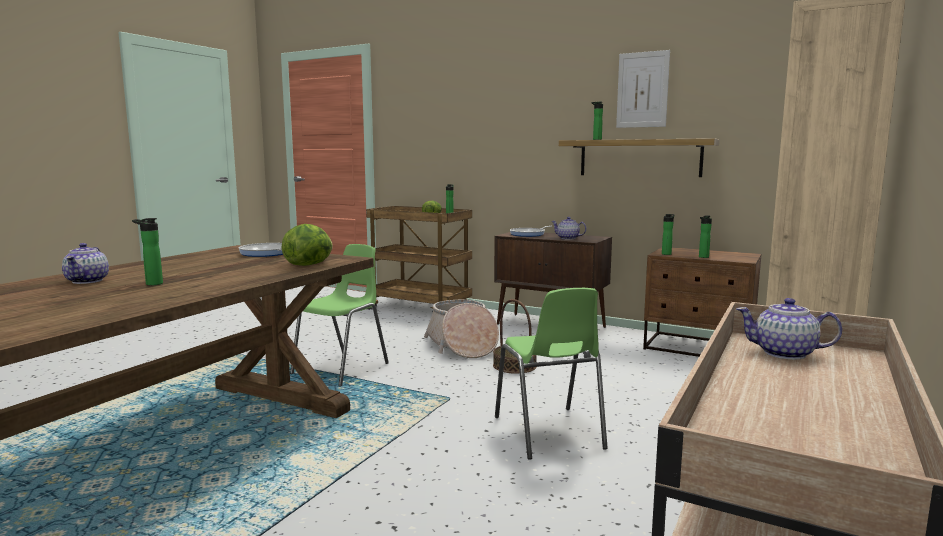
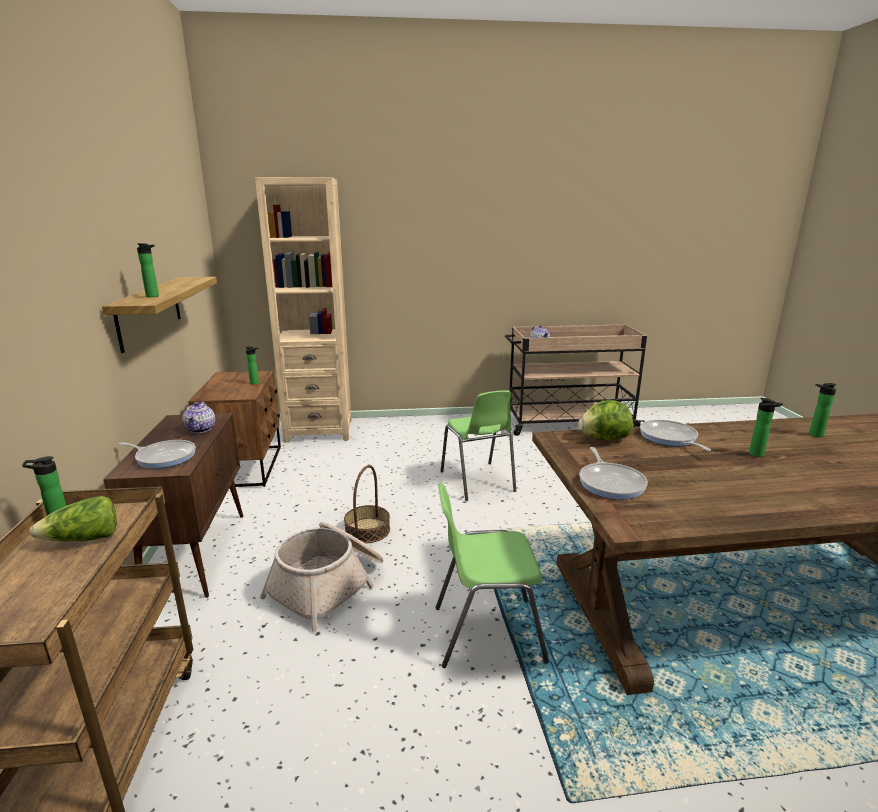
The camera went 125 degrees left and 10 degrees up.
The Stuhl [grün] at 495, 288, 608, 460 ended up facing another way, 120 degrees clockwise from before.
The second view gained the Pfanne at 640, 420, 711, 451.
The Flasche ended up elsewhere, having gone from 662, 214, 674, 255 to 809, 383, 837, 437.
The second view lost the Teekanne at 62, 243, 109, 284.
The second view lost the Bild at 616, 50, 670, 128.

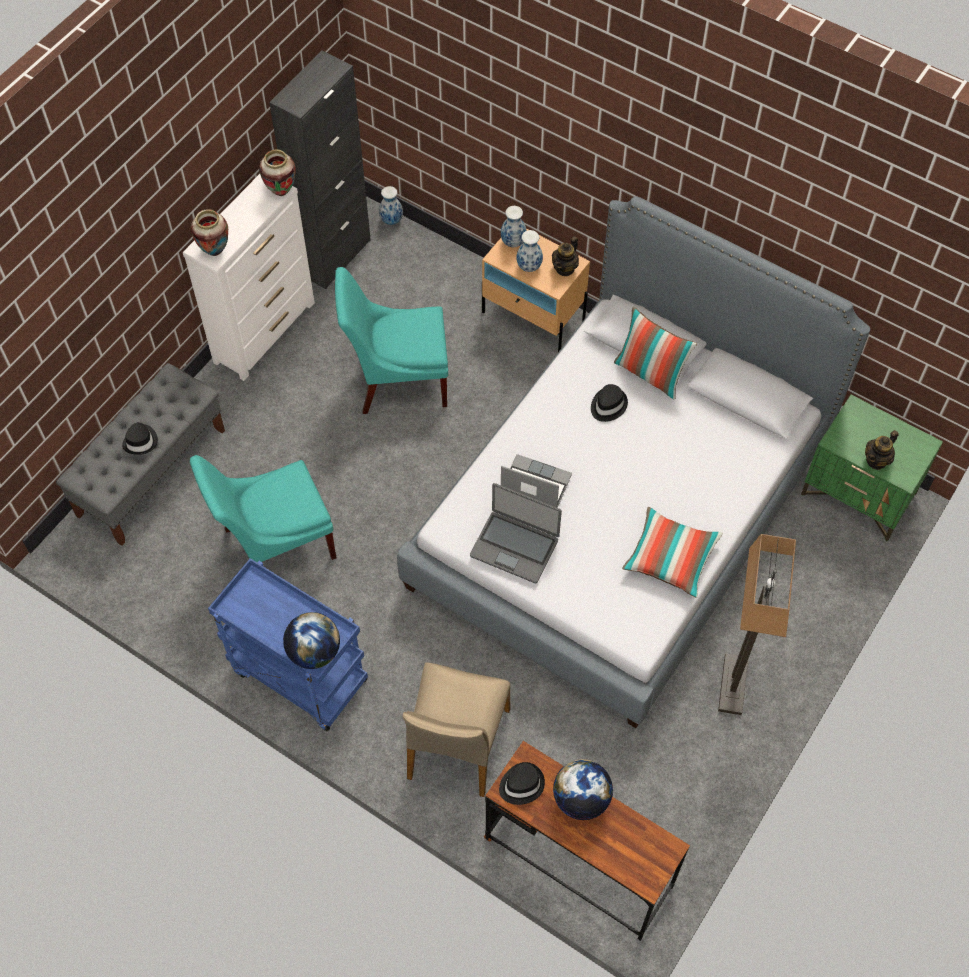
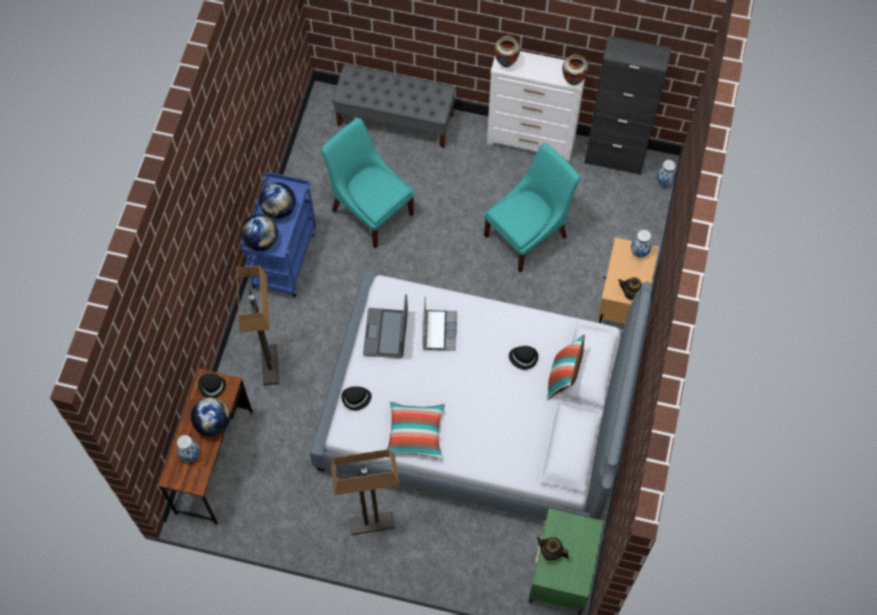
The camera went 70 degrees right and 5 degrees up.
The Vase ended up elsewhere, having gone from 517, 230, 543, 272 to 177, 435, 200, 462.
Where the Stuhl [beige] stood at 403, 663, 511, 797, the Stehlampe came to stand at 236, 265, 280, 386.
The second view gained the Globus at 259, 182, 296, 219.
The Hut [schwarz] ended up elsewhere, having gone from 122, 422, 158, 455 to 341, 387, 372, 411.
The Stuhl [türkis] at 335, 267, 448, 414 ended up facing another way, 75 degrees clockwise from before.

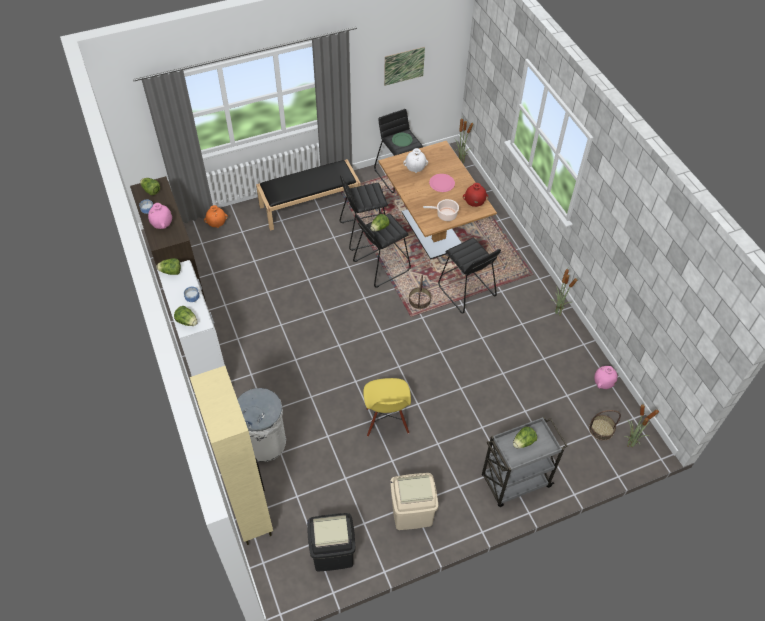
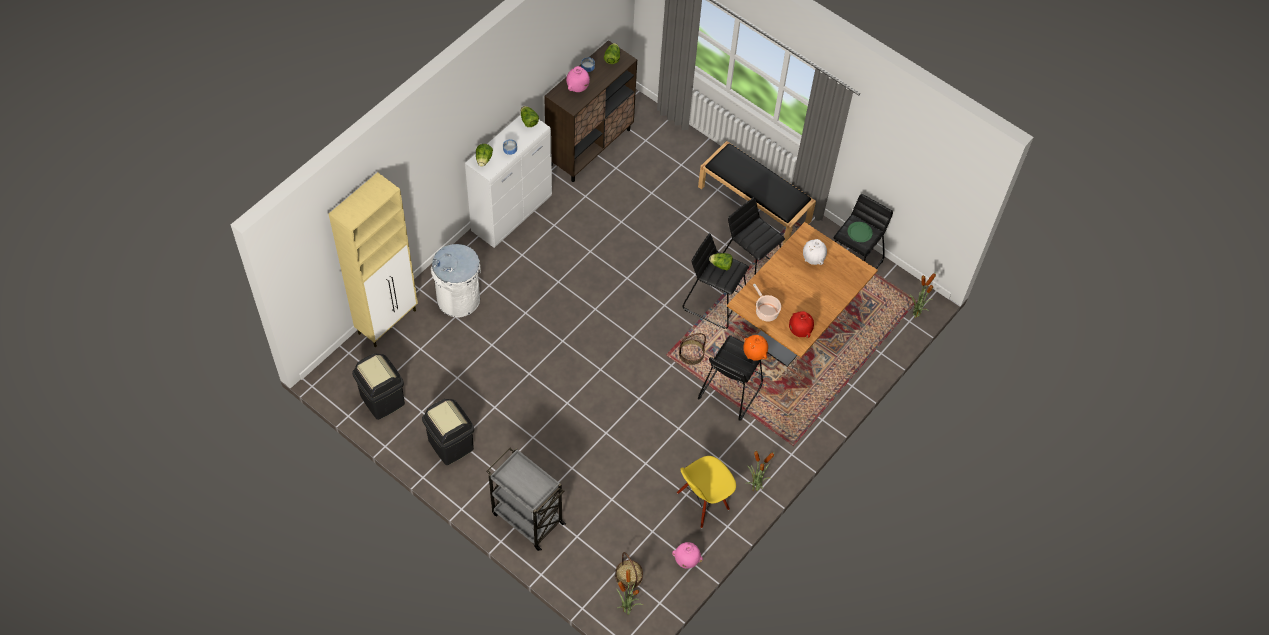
The camera went 60 degrees right and 5 degrees up.
What was the Mülleimer [beige] at 390, 473, 438, 530 turned into the Mülleimer [schwarz] at 422, 399, 474, 465.
The Stuhl [gelb] ended up elsewhere, having gone from 363, 378, 411, 436 to 677, 456, 736, 528.
The Vase [orange] ended up elsewhere, having gone from 204, 205, 228, 228 to 743, 335, 768, 361.
The second view lost the Bild at 384, 47, 425, 86.
The second view lost the Teller [rosa] at 429, 174, 455, 192.
The second view lost the Salatkopf at 513, 427, 537, 448.

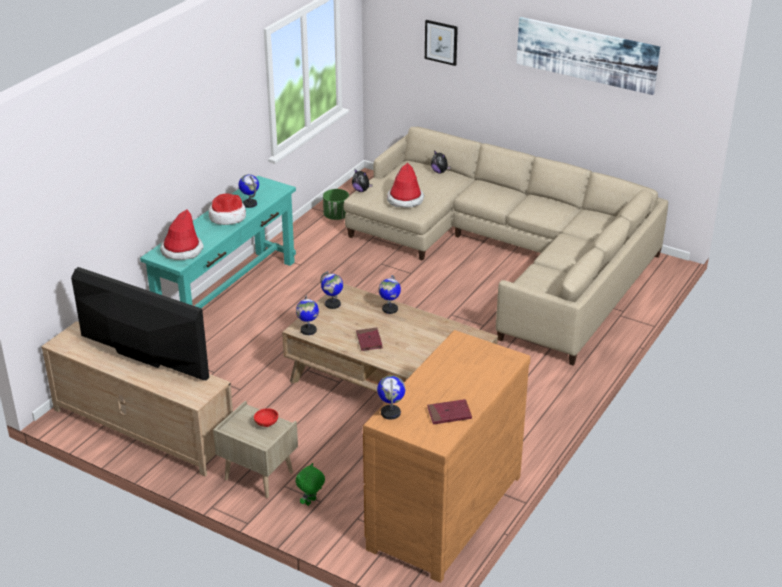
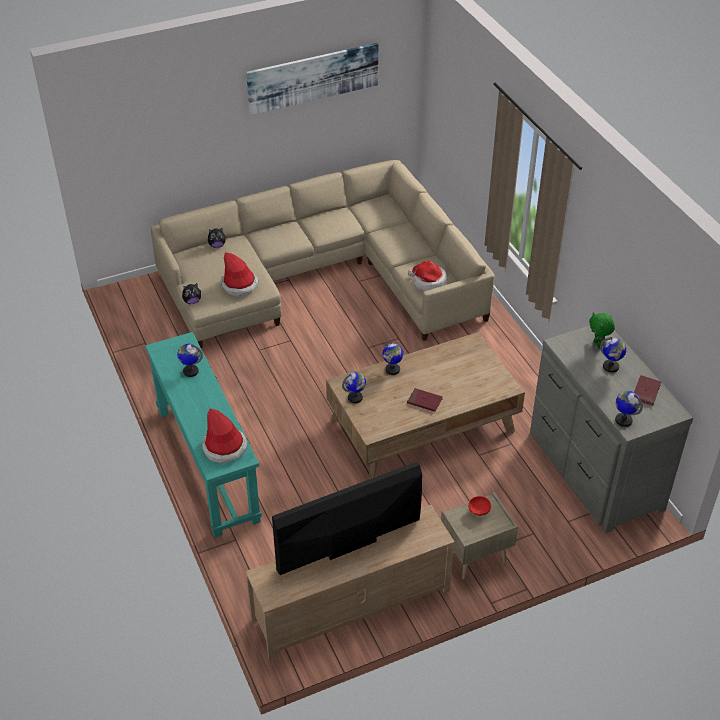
The camera went 55 degrees left and 10 degrees up.
The Hut ended up elsewhere, having gone from 209, 194, 246, 225 to 408, 261, 447, 292.
What was the Kommode [braun] at 363, 330, 531, 583 turned into the Kommode [grau] at 530, 325, 693, 533.
The Plüschtier [grün] ended up elsewhere, having gone from 296, 463, 325, 506 to 589, 312, 615, 348.
The Globus ended up elsewhere, having gone from 296, 295, 319, 335 to 600, 337, 626, 373.
The second view lost the Pflanzkübel [grün] at 323, 189, 349, 220.
The second view lost the Bild at 425, 20, 458, 66.

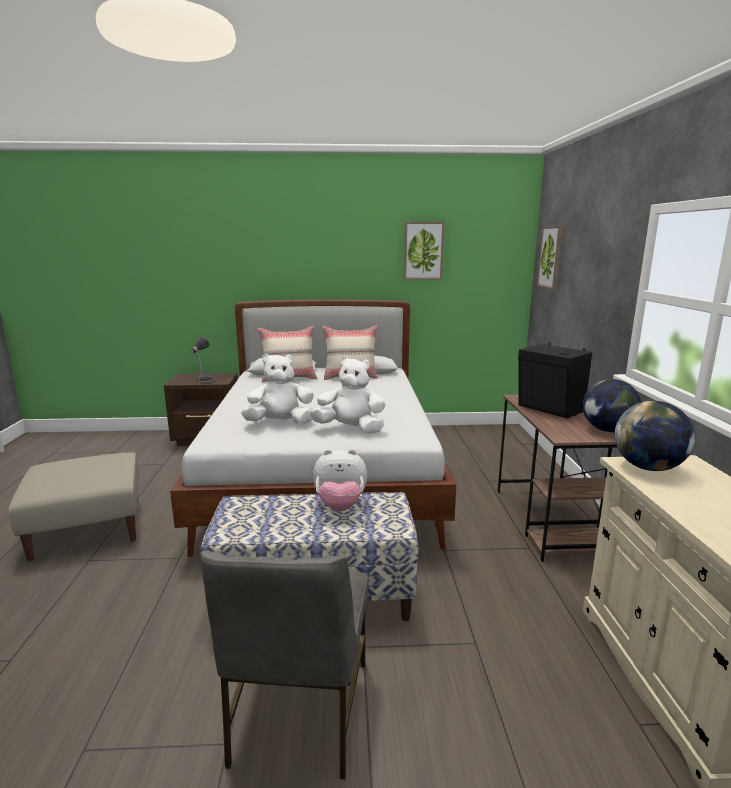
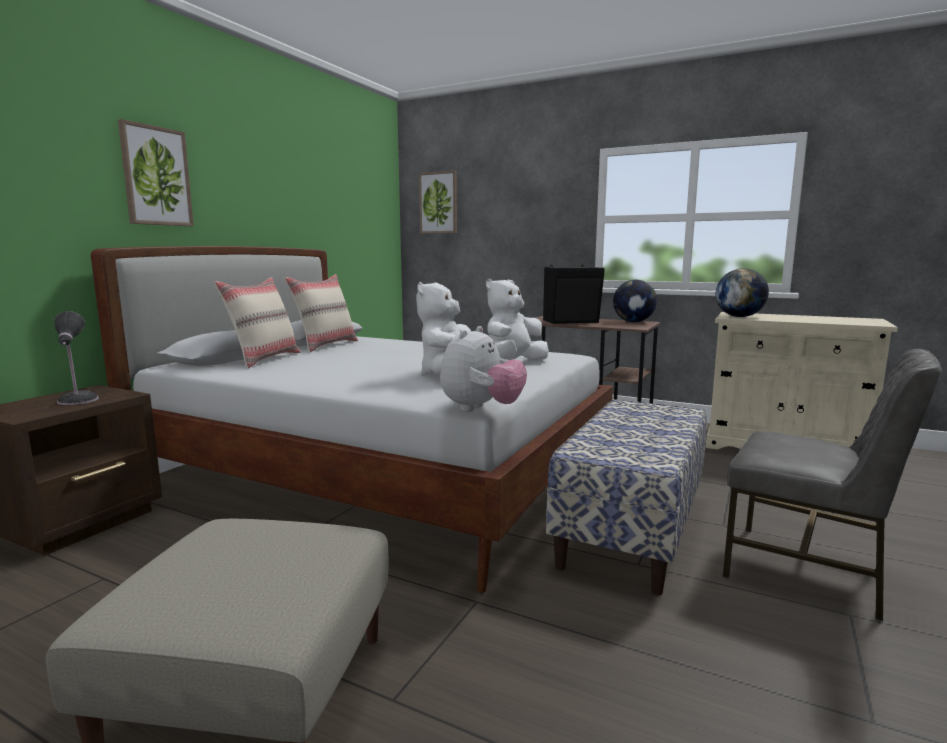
The camera went 60 degrees left and 5 degrees down.
The Bild ended up elsewhere, having gone from 404, 222, 445, 280 to 118, 119, 194, 226.
The Plüschtier ended up elsewhere, having gone from 313, 449, 367, 511 to 440, 326, 527, 412.

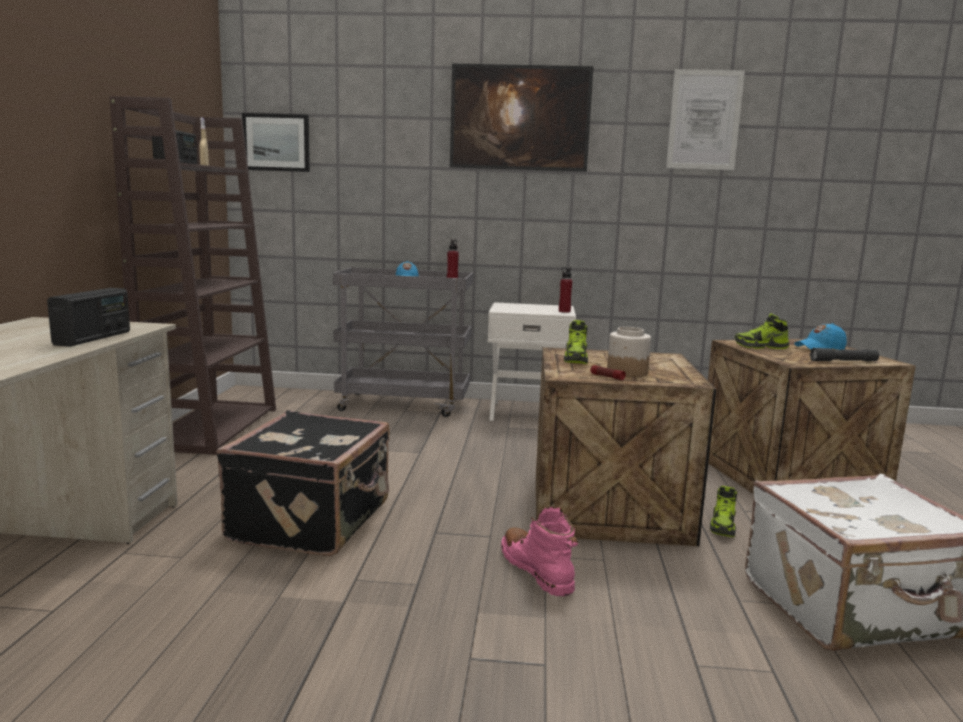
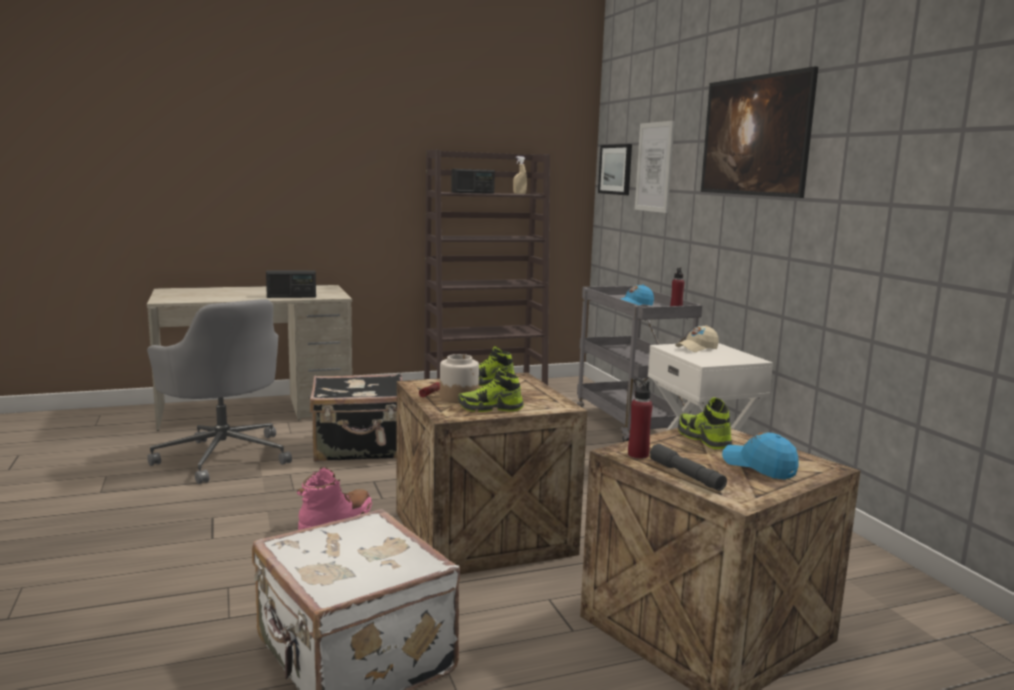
The camera went 65 degrees right and 0 degrees up.
The second view gained the Bürostuhl [grau] at 147, 299, 292, 484.
The Schuh ended up elsewhere, having gone from 710, 486, 737, 537 to 458, 368, 524, 412.
The Flasche [rot] ended up elsewhere, having gone from 559, 267, 572, 313 to 628, 378, 653, 459.
The Bild ended up elsewhere, having gone from 666, 69, 745, 170 to 635, 121, 674, 213.
The second view gained the Kappe [beige] at 675, 325, 719, 352.

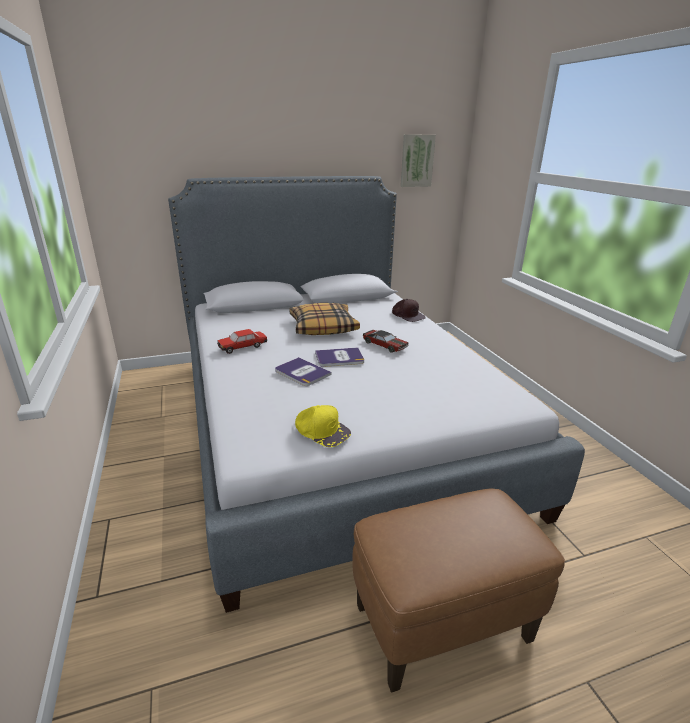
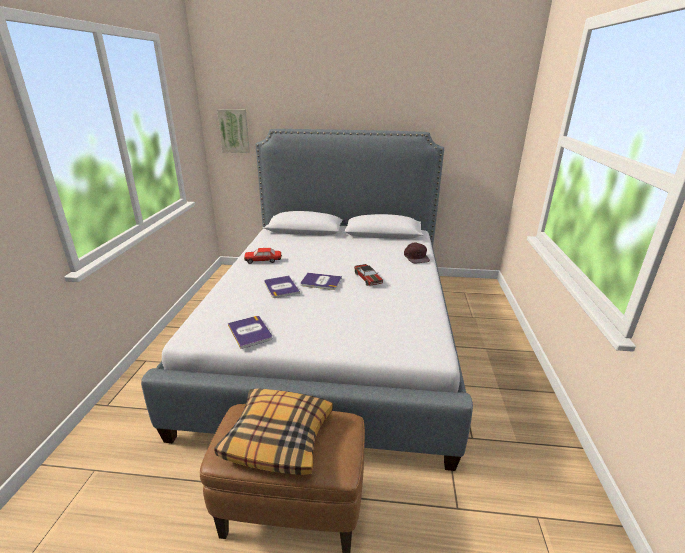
The camera went 25 degrees right and 0 degrees up.
The Kissen ended up elsewhere, having gone from 289, 303, 360, 335 to 214, 388, 333, 475.
The Bild ended up elsewhere, having gone from 400, 134, 436, 187 to 217, 109, 250, 153.
Where the Kappe [gelb] stood at 295, 405, 351, 447, the Buch came to stand at 228, 316, 272, 349.

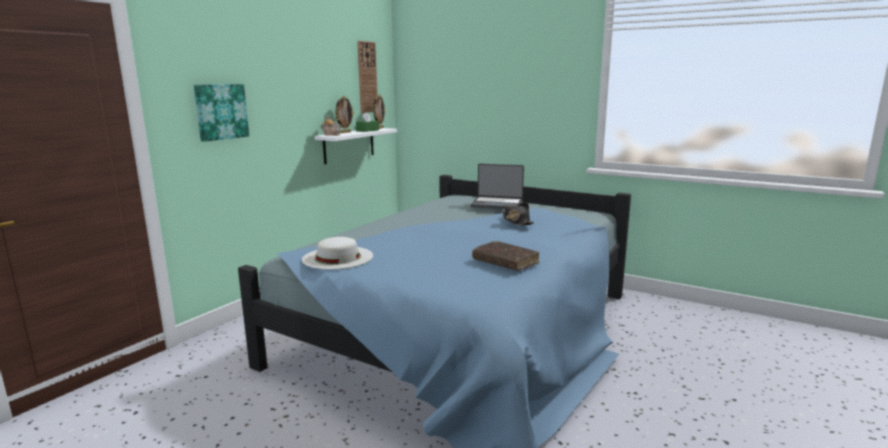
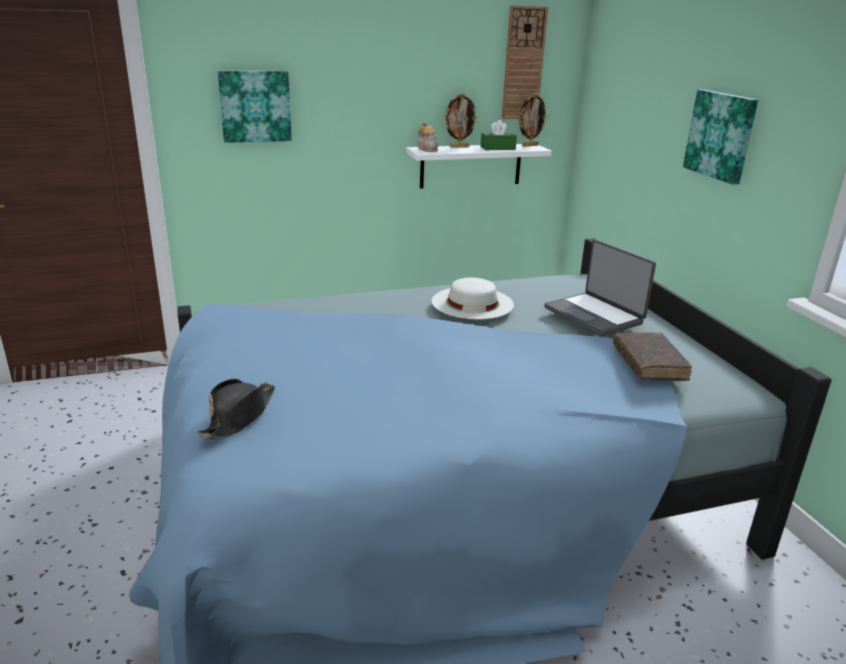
The camera went 40 degrees right and 10 degrees up.
The Hut [schwarz] ended up elsewhere, having gone from 502, 202, 534, 225 to 197, 379, 275, 439.
The Hut [weiß] ended up elsewhere, having gone from 302, 237, 373, 269 to 432, 277, 514, 319.
The Buch [braun] ended up elsewhere, having gone from 472, 241, 540, 271 to 613, 332, 692, 381.
The second view gained the Bild at 683, 90, 758, 184.

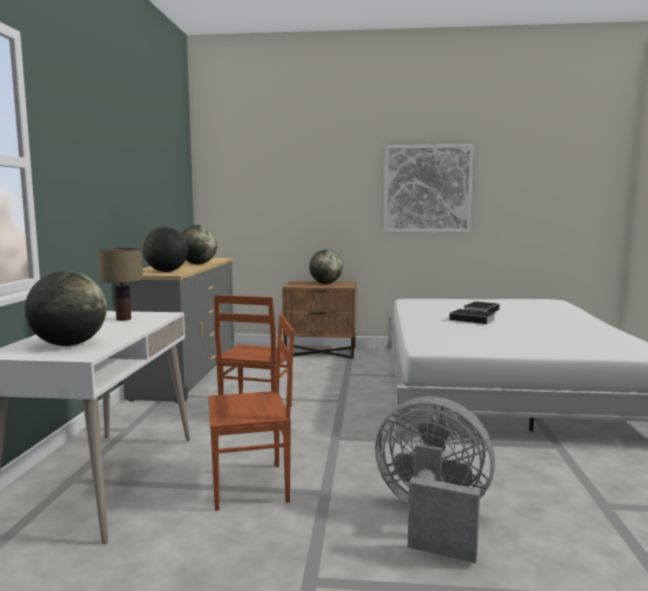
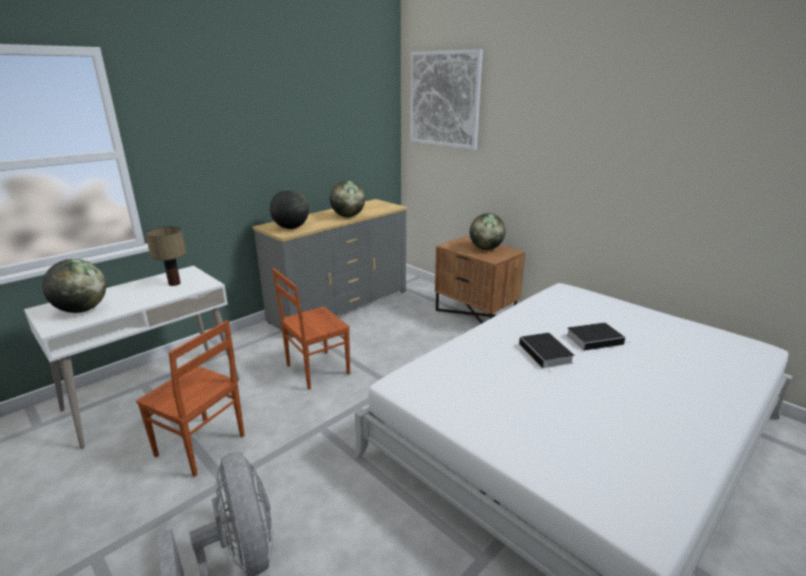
The camera went 40 degrees right and 15 degrees up.
The Bild ended up elsewhere, having gone from 384, 144, 474, 233 to 410, 49, 483, 150.

